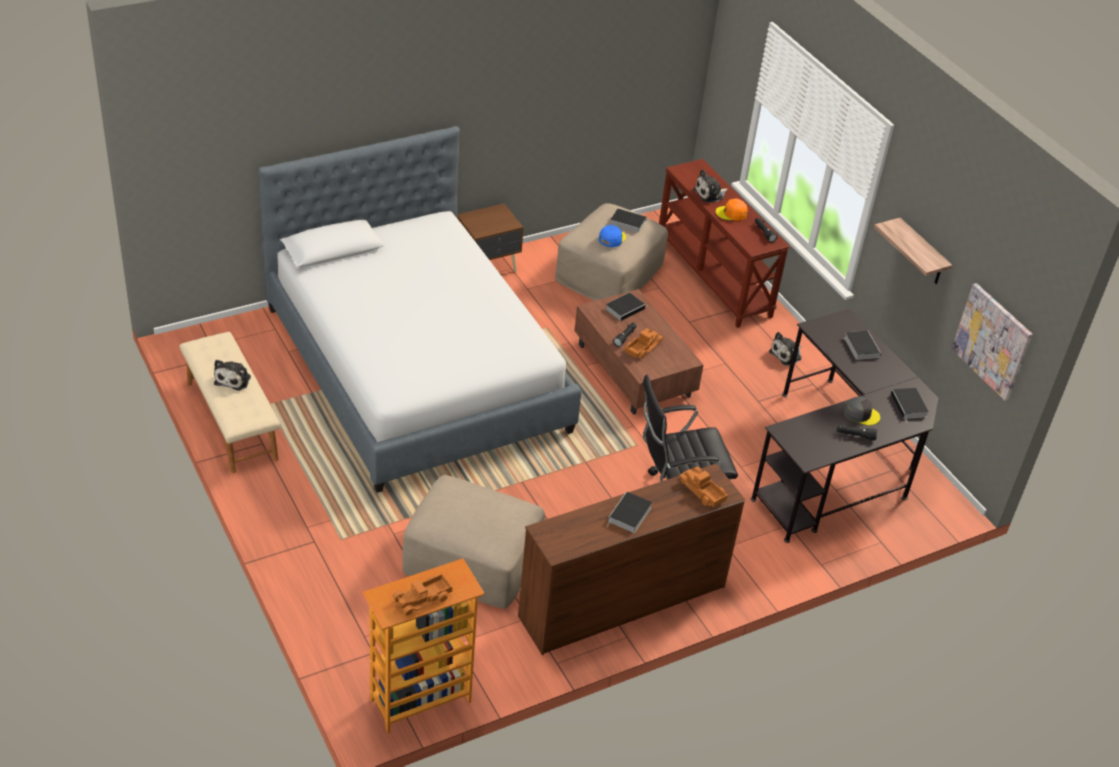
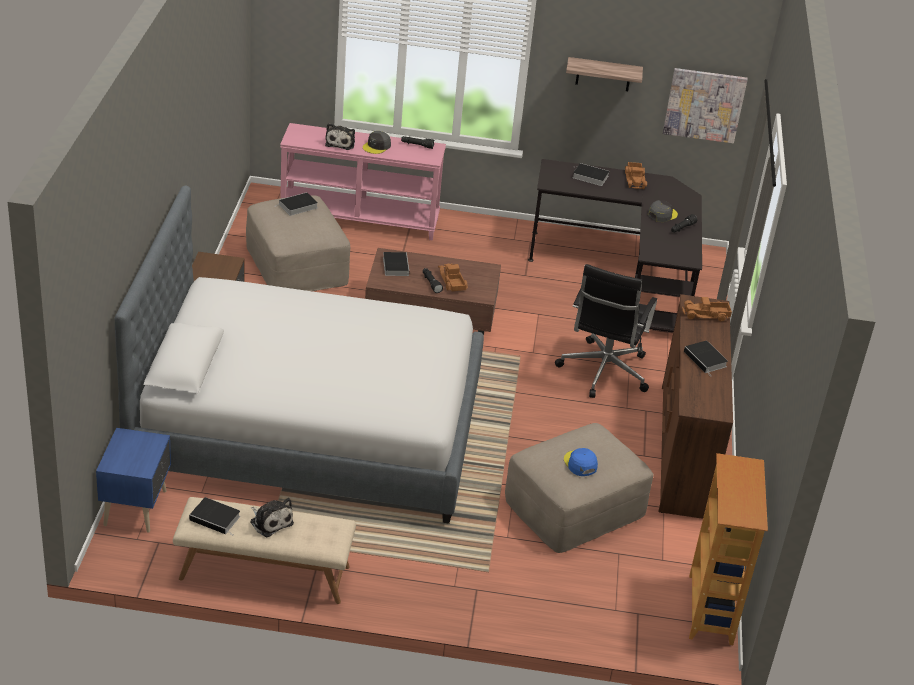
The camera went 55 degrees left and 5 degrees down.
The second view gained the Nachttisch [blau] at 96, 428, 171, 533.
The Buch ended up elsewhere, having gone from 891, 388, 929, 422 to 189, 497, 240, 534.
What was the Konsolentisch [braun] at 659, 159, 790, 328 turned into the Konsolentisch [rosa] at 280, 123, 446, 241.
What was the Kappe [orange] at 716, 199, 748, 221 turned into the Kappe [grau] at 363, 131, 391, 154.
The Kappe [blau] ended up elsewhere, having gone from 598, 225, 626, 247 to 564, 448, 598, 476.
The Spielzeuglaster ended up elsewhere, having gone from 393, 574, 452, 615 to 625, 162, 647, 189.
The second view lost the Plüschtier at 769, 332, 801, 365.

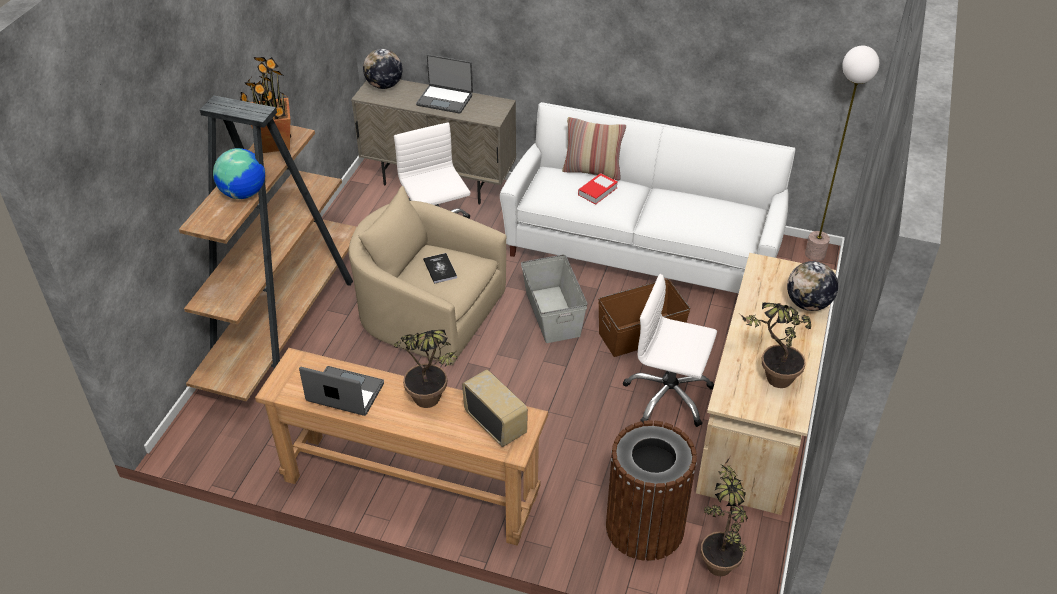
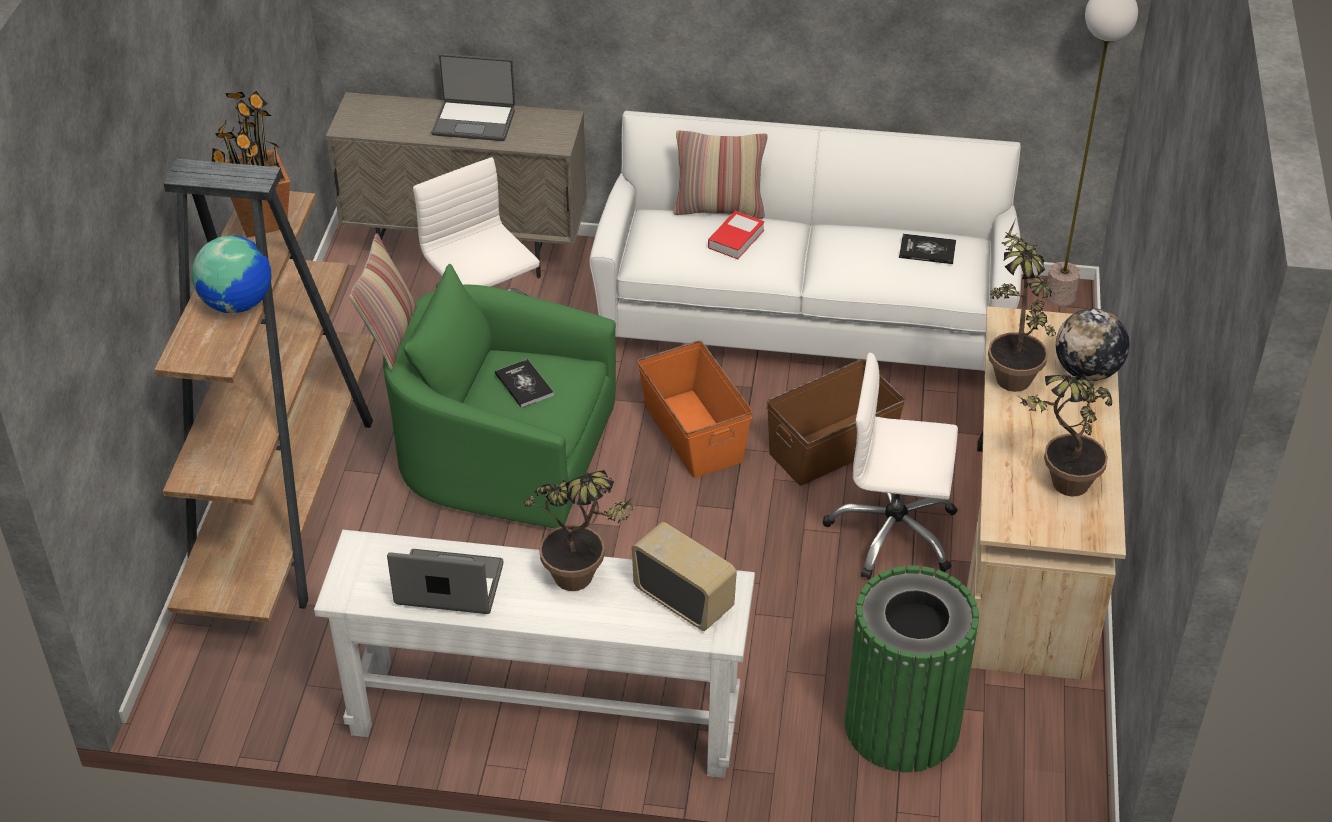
The camera went 10 degrees left and 0 degrees up.
What was the Konsolentisch [braun] at 255, 348, 548, 546 turned into the Konsolentisch [weiß] at 314, 530, 755, 778.
The second view gained the Kissen at 349, 233, 417, 370.
What was the Sessel [beige] at 348, 186, 506, 365 turned into the Sessel [grün] at 383, 264, 616, 528.
What was the Aufbewahrungsbox [grau] at 521, 254, 588, 343 turned into the Aufbewahrungsbox [orange] at 637, 340, 753, 478.
What was the Mülleimer [braun] at 606, 420, 697, 561 turned into the Mülleimer [grün] at 845, 565, 979, 772.
The second view gained the Buch at 899, 234, 956, 264.
The Topfpflanze ended up elsewhere, having gone from 701, 457, 748, 576 to 988, 219, 1056, 392.
The second view lost the Globus at 363, 49, 402, 89.

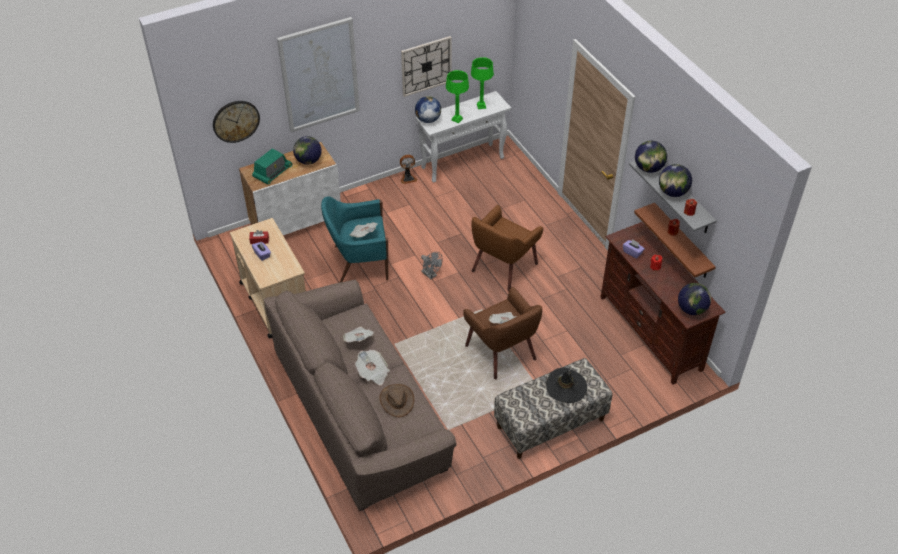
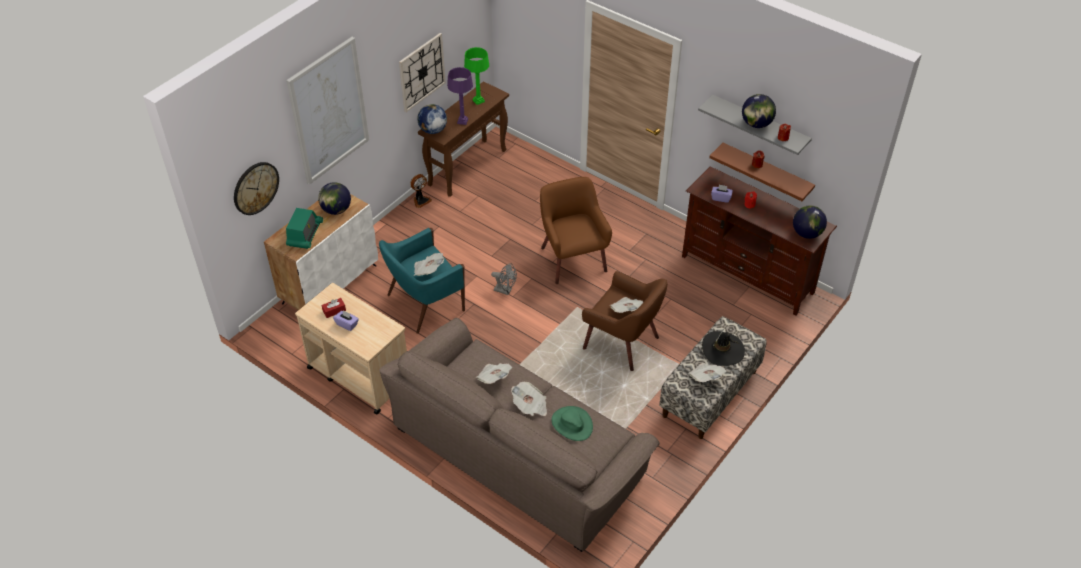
The camera went 25 degrees left and 0 degrees up.
What was the Konsolentisch [weiß] at 415, 91, 511, 183 turned into the Konsolentisch [braun] at 418, 81, 509, 197.
What was the Tischlampe [grün] at 446, 70, 469, 123 turned into the Tischlampe [lila] at 447, 67, 473, 125.
The Sessel [braun] at 471, 205, 543, 291 ended up facing another way, 150 degrees clockwise from before.
What was the Hut [braun] at 379, 384, 414, 417 turned into the Hut [grün] at 551, 406, 593, 441.
The second view gained the Zeitung at 688, 363, 726, 382.
The second view lost the Globus at 635, 141, 667, 173.

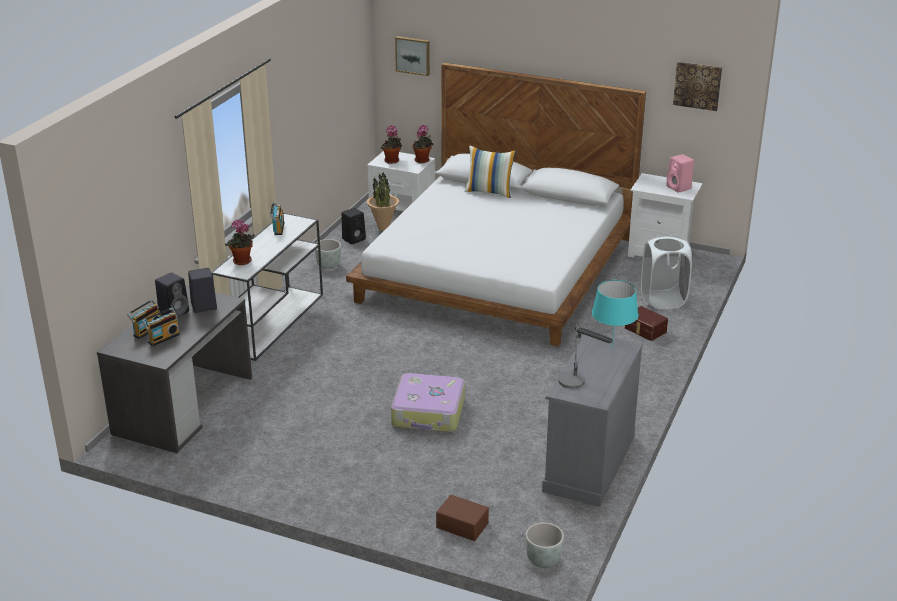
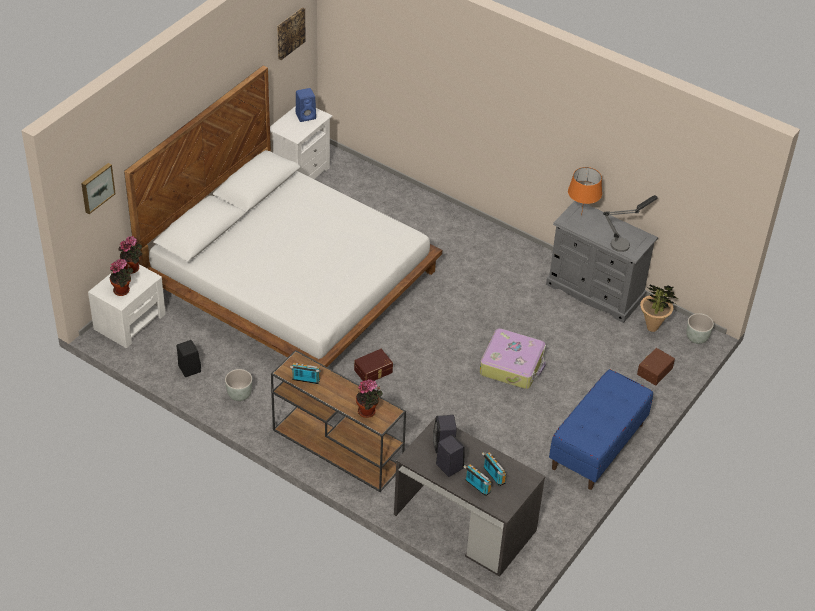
The camera went 80 degrees left and 15 degrees up.
What was the Konsolentisch [weiß] at 211, 213, 323, 361 turned into the Konsolentisch [braun] at 271, 350, 406, 492.
What was the Lautsprecher [rosa] at 666, 154, 694, 193 turned into the Lautsprecher [blau] at 296, 88, 316, 122.
The Aufbewahrungsbox [braun] ended up elsewhere, having gone from 625, 306, 668, 341 to 354, 349, 393, 381.
The second view gained the Bank [blau] at 549, 369, 653, 490.
What was the Tischlampe [türkis] at 592, 280, 639, 350 turned into the Tischlampe [orange] at 568, 167, 602, 216.
The Topfpflanze ended up elsewhere, having gone from 367, 172, 399, 231 to 640, 284, 678, 332.
The second view lost the Kissen at 465, 145, 516, 198.
The second view lost the Wäschekorb [weiß] at 641, 235, 692, 309.

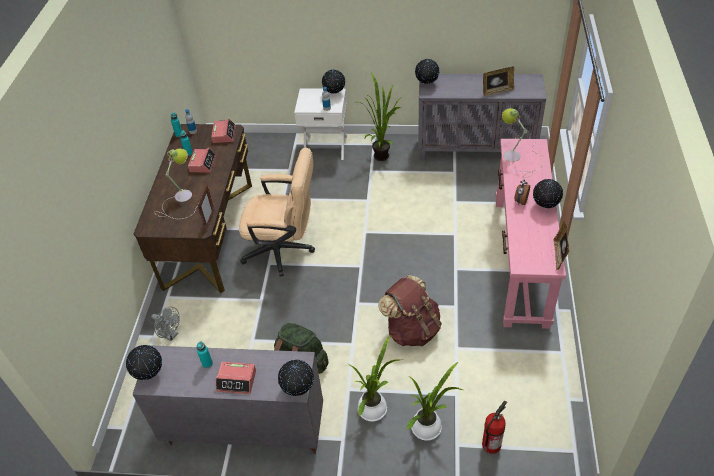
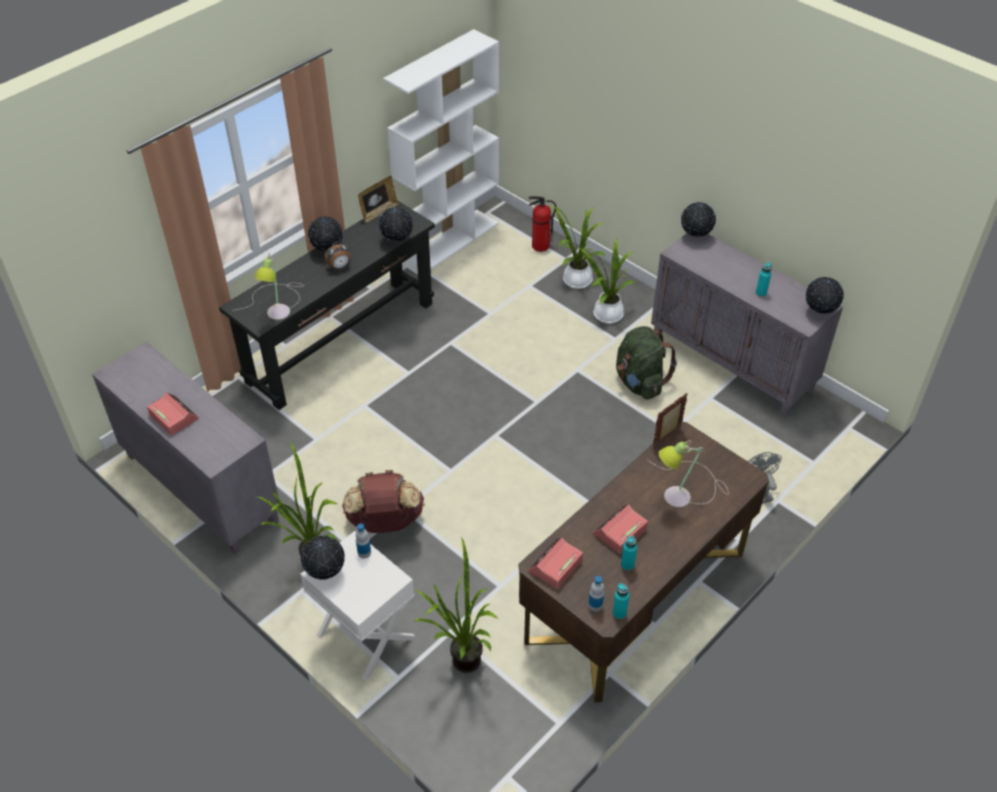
The camera went 145 degrees left and 0 degrees up.
The Wecker ended up elsewhere, having gone from 216, 362, 256, 394 to 147, 392, 199, 436.
What was the Konsolentisch [rosa] at 495, 139, 566, 329 turned into the Konsolentisch [schwarz] at 219, 201, 435, 410.
The Rucksack [braun] ended up elsewhere, having gone from 378, 275, 442, 346 to 342, 470, 424, 533.
The Globus ended up elsewhere, having gone from 415, 58, 440, 85 to 379, 207, 413, 242.
The second view gained the Bücherregal [weiß] at 383, 29, 499, 275.
The second view gained the Topfpflanze at 413, 537, 498, 673.
The second view lost the Bürostuhl [beige] at 239, 148, 315, 276.
The second view lost the Bilderrahmen at 483, 67, 514, 96.

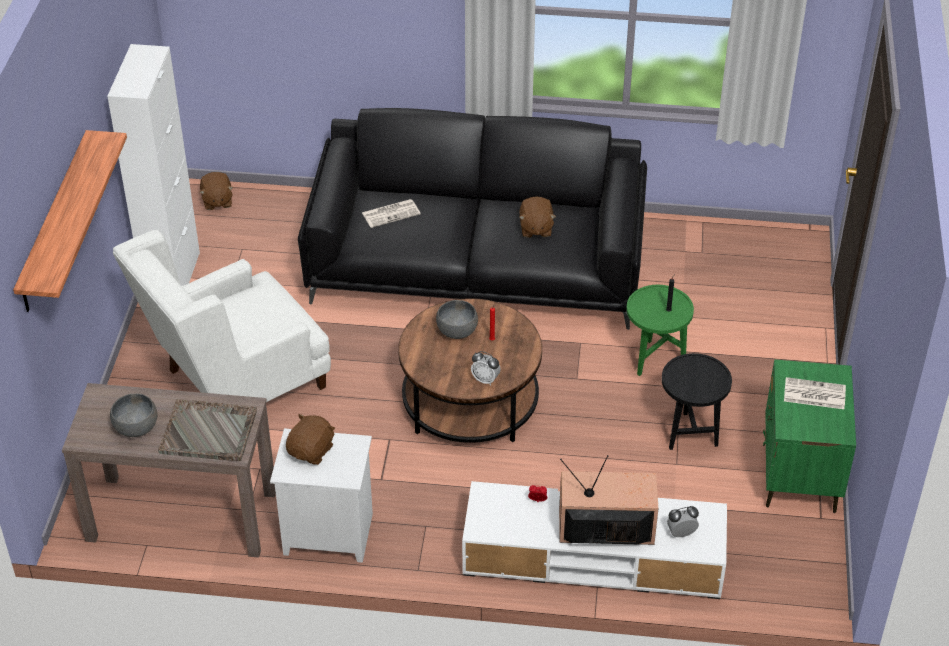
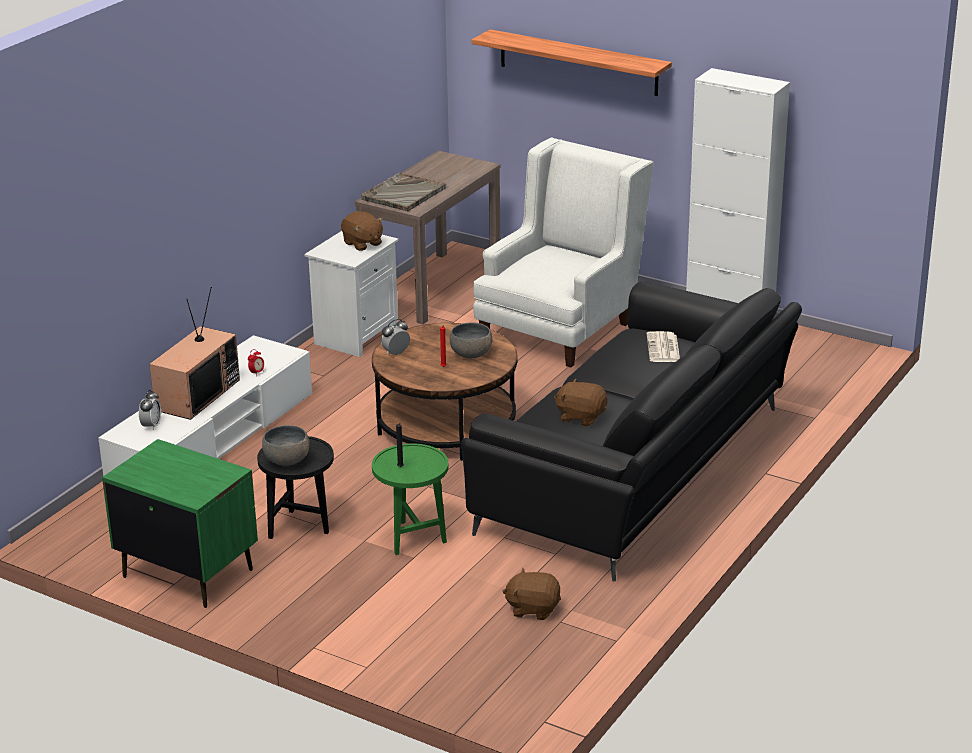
The camera went 115 degrees right and 15 degrees down.
The Schüssel [grau] ended up elsewhere, having gone from 110, 393, 158, 437 to 262, 425, 310, 466.
The Sessel [weiß] at 113, 230, 331, 402 ended up facing another way, 45 degrees clockwise from before.
The Plüschtier [braun] ended up elsewhere, having gone from 199, 172, 233, 210 to 502, 568, 561, 620.
The second view lost the Zeitung at 784, 377, 846, 409.

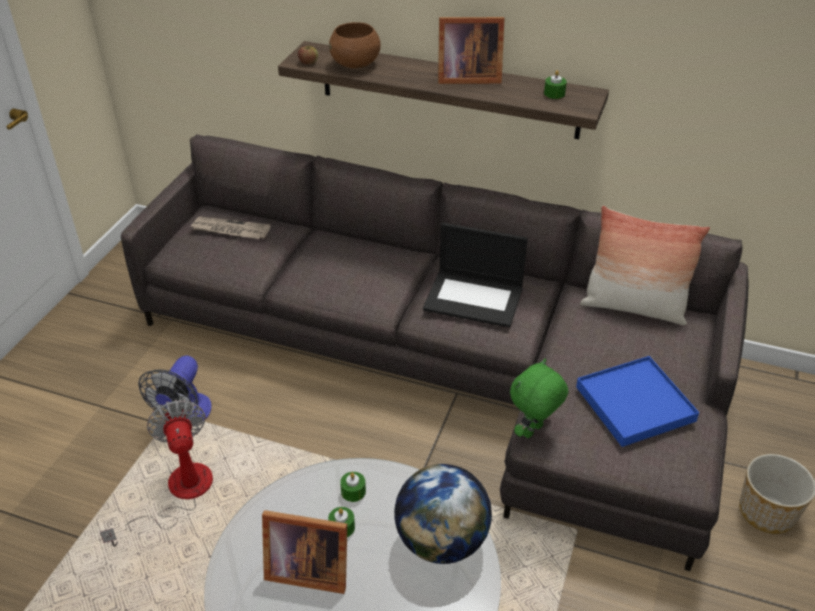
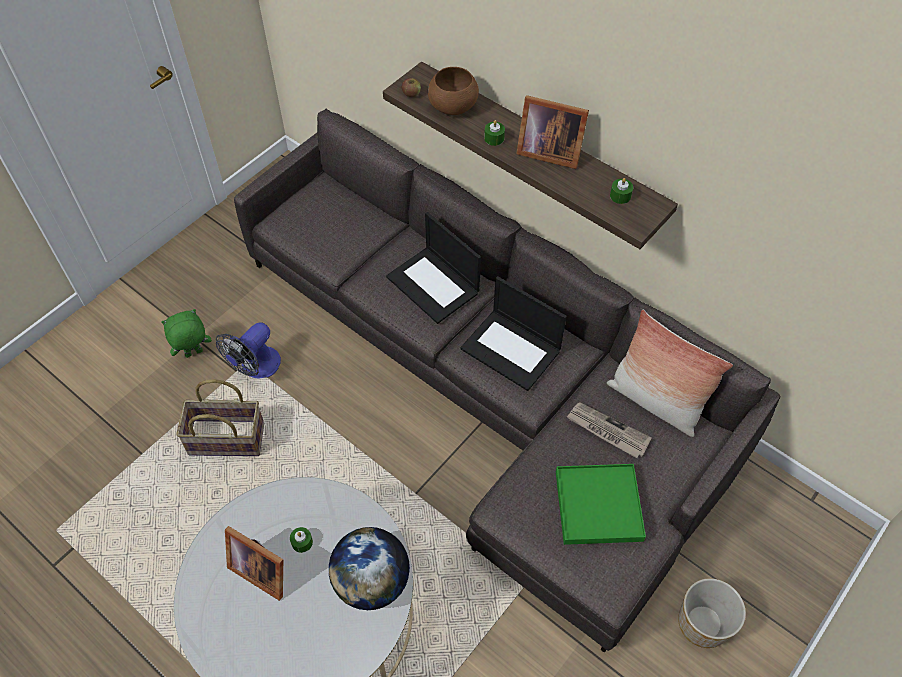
The camera went 20 degrees right and 15 degrees up.
The Plüschtier [grün] ended up elsewhere, having gone from 510, 359, 569, 438 to 161, 309, 212, 358.
Where the Ventilator stood at 100, 399, 213, 547, the Korb came to stand at 176, 379, 264, 456.
The second view gained the Laptop at 386, 212, 481, 324.
The Kerze [grün] ended up elsewhere, having gone from 340, 472, 366, 502 to 484, 120, 505, 146.
What was the Tablett [blau] at 576, 356, 699, 447 turned into the Tablett [grün] at 556, 464, 646, 545.
The Zeitung ended up elsewhere, having gone from 191, 217, 270, 239 to 567, 402, 652, 458.

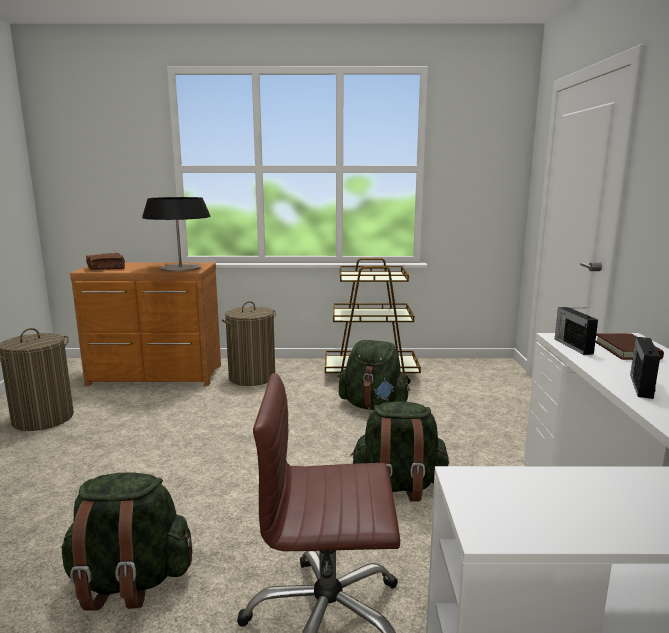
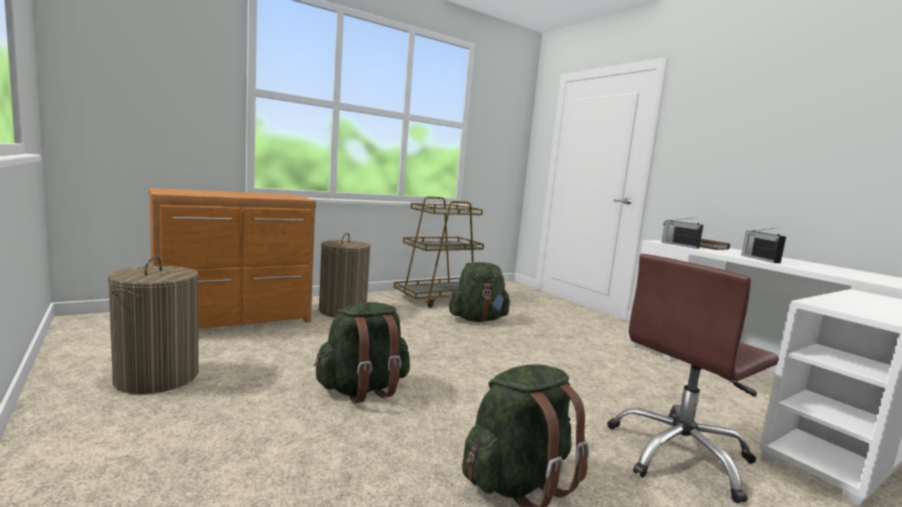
The camera went 35 degrees left and 5 degrees down.
The Rucksack [grün] ended up elsewhere, having gone from 350, 401, 449, 502 to 313, 302, 410, 403.
The second view lost the Buch [braun] at 86, 253, 125, 270.
The second view lost the Tischlampe at 142, 197, 210, 271.

